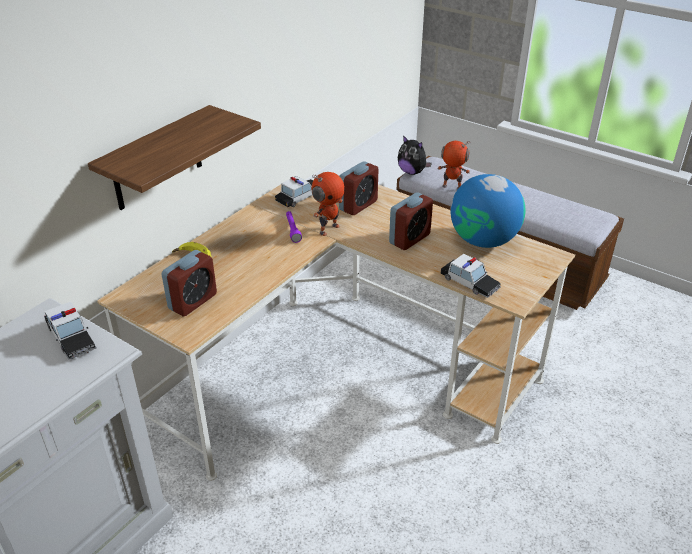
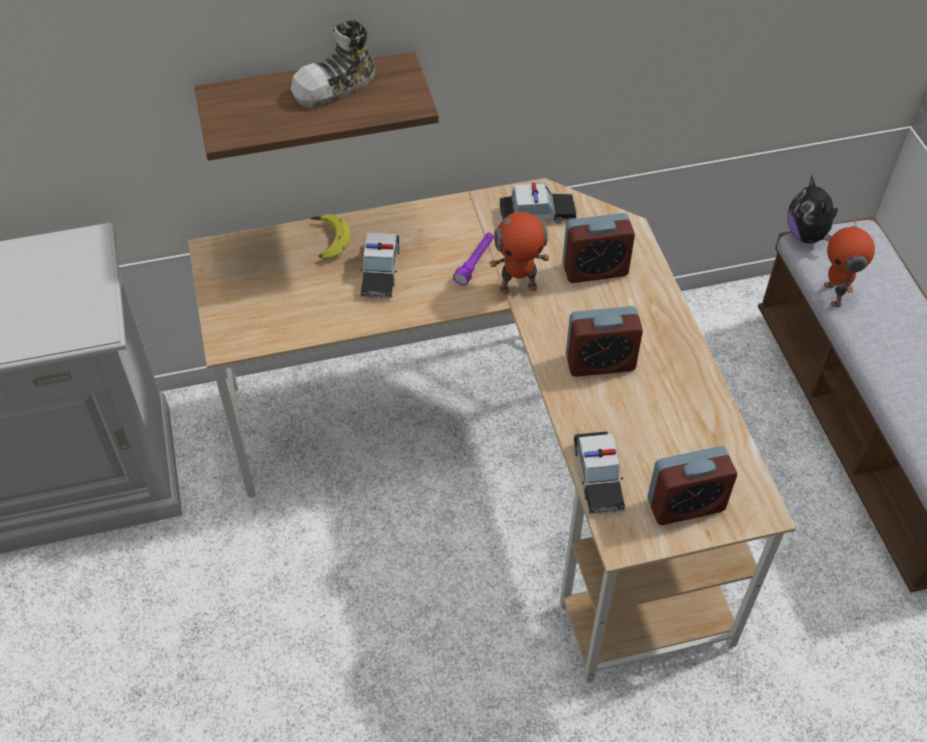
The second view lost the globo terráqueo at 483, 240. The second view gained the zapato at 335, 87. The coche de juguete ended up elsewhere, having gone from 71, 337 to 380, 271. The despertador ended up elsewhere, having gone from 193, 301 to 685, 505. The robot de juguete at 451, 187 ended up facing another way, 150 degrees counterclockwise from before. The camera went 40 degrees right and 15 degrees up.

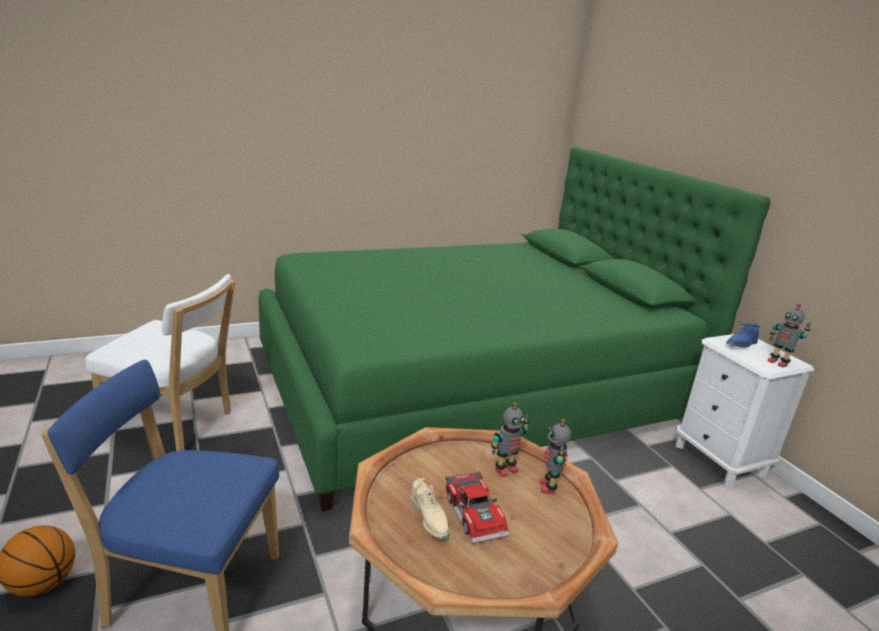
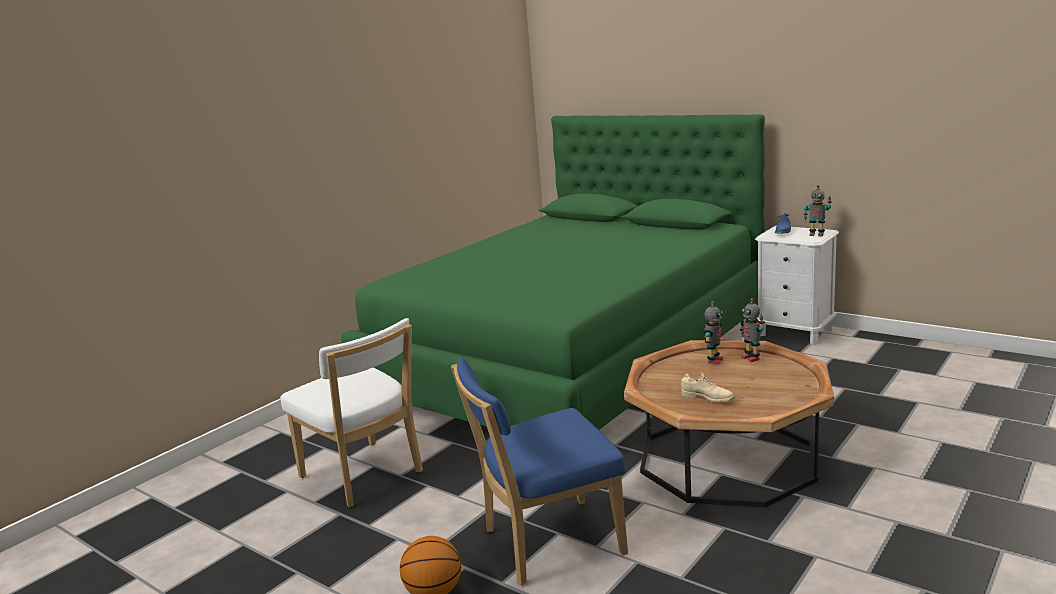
The second view lost the coche de juguete at 477, 514. The silla [blanco] at 174, 425 ended up facing another way, 60 degrees clockwise from before. The camera went 25 degrees left and 5 degrees down.

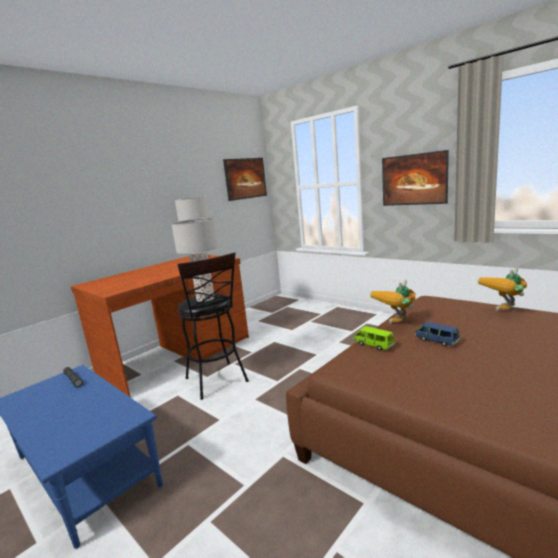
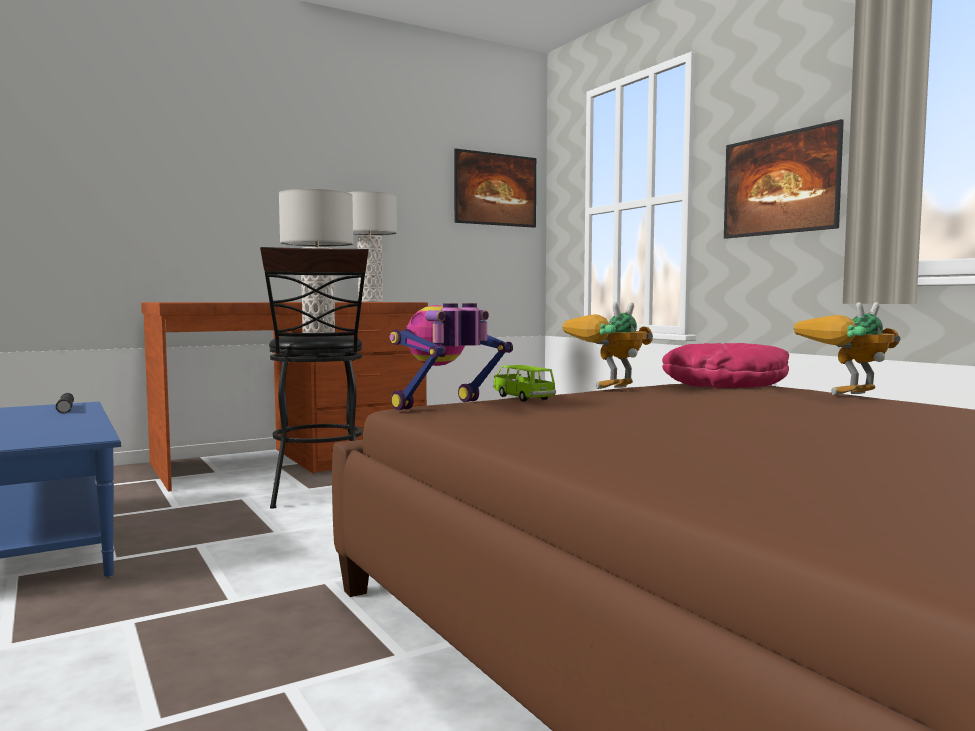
The second view lost the coche de juguete [azul] at 436, 341. The second view gained the robot de juguete at 445, 407. The second view gained the cojín [rosa] at 726, 385. The camera went 15 degrees right and 10 degrees down.

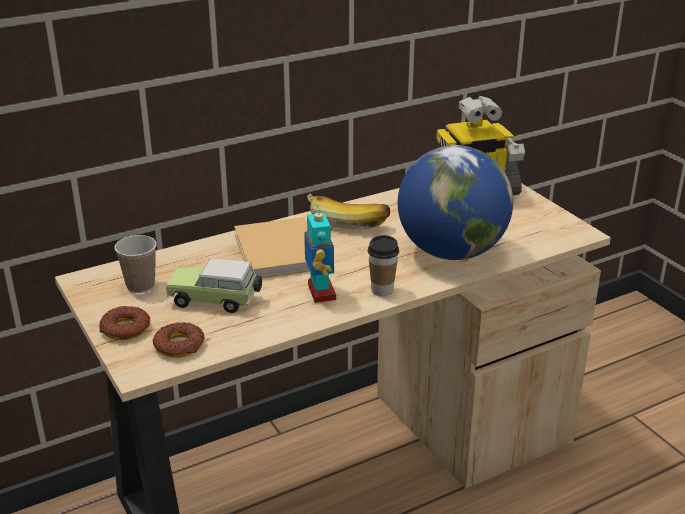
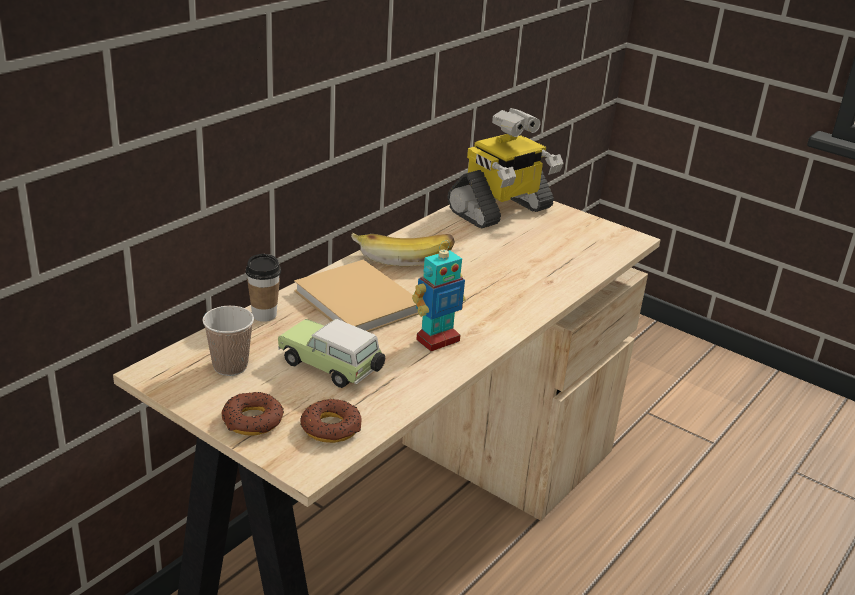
The second view lost the globo terráqueo at 451, 252. The taza ended up elsewhere, having gone from 382, 290 to 264, 315. The coche de juguete at 216, 301 ended up facing another way, 45 degrees clockwise from before. The robot de juguete at 320, 293 ended up facing another way, 90 degrees clockwise from before. The camera went 25 degrees left and 0 degrees up.

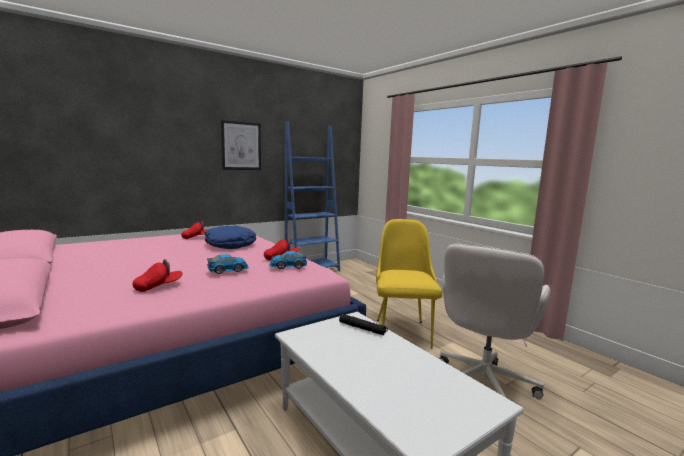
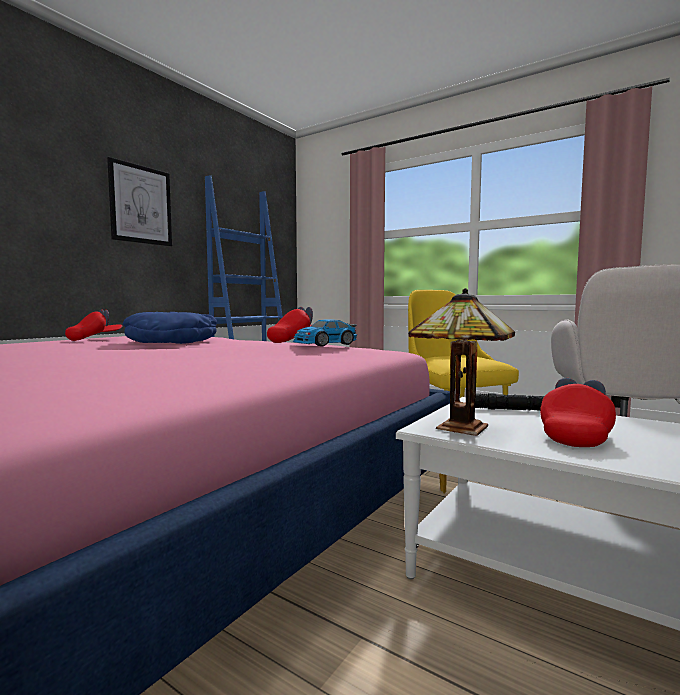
The second view lost the coche de juguete at 228, 270. The second view gained the lámpara de mesa at 457, 428. The gorra [rojo] ended up elsewhere, having gone from 158, 287 to 575, 435. The camera went 20 degrees left and 5 degrees down.

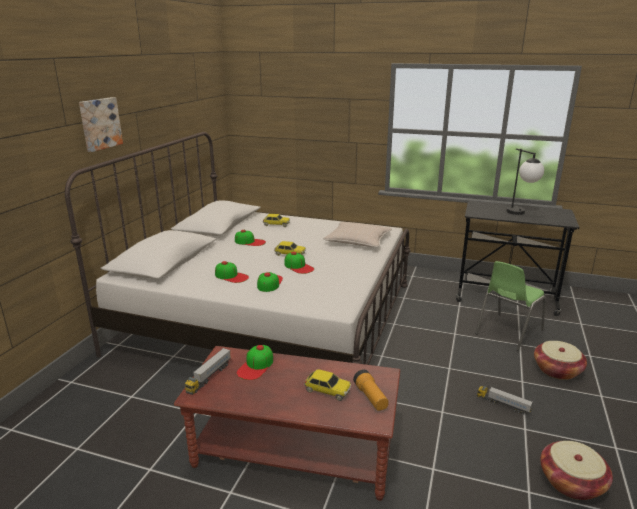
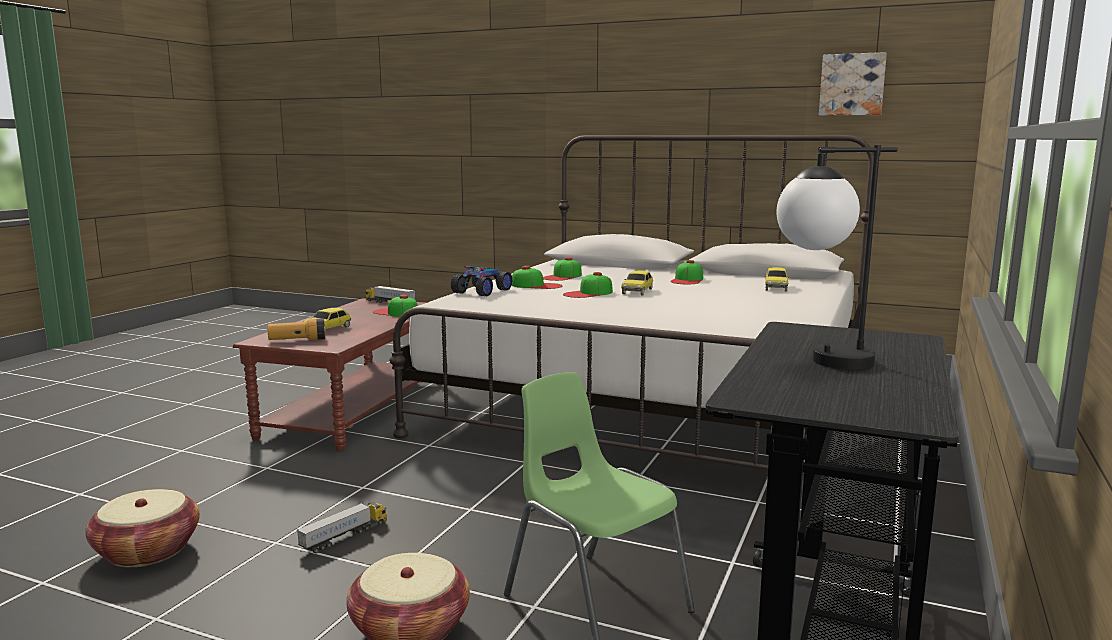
The second view lost the cojín [beis] at 358, 240. The second view gained the coche de juguete at 483, 291. The cuadro ended up elsewhere, having gone from 99, 123 to 852, 85. The camera went 95 degrees right and 10 degrees down.

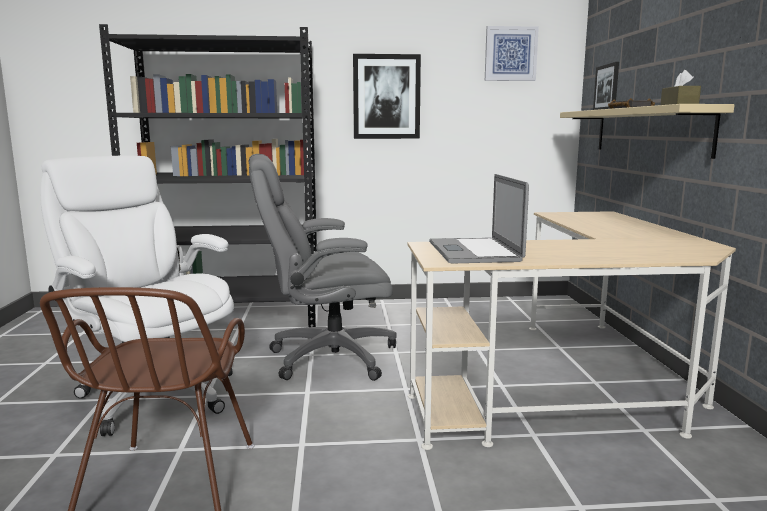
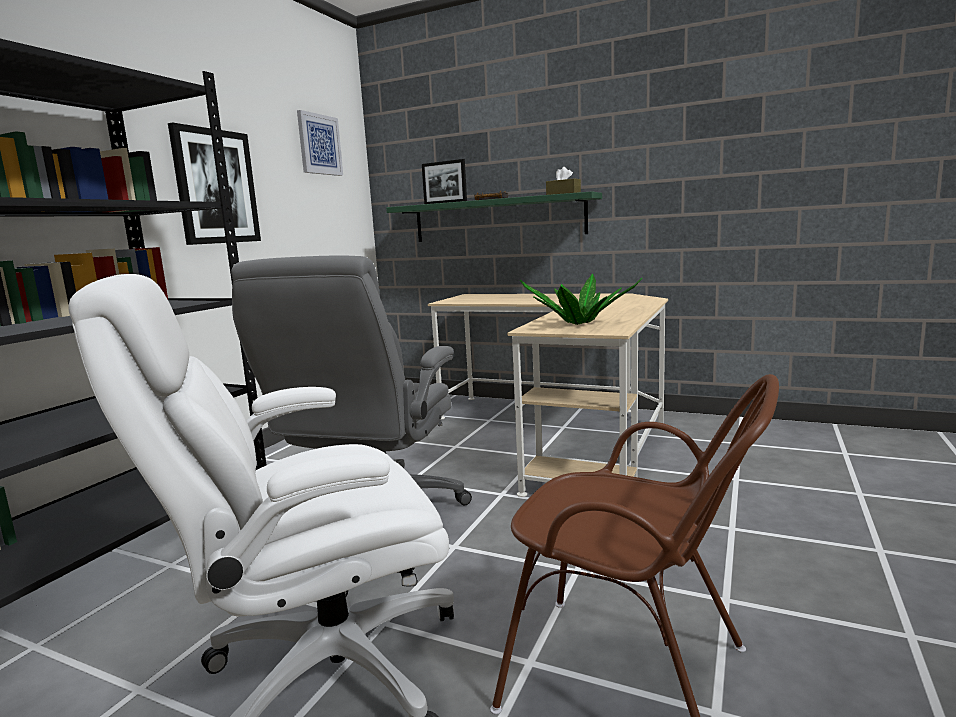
Where the portátil stood at 473, 251, the planta en maceta came to stand at 579, 323. What was the estante [beis] at 649, 131 turned into the estante [verde] at 497, 219. The camera went 60 degrees left and 0 degrees up.

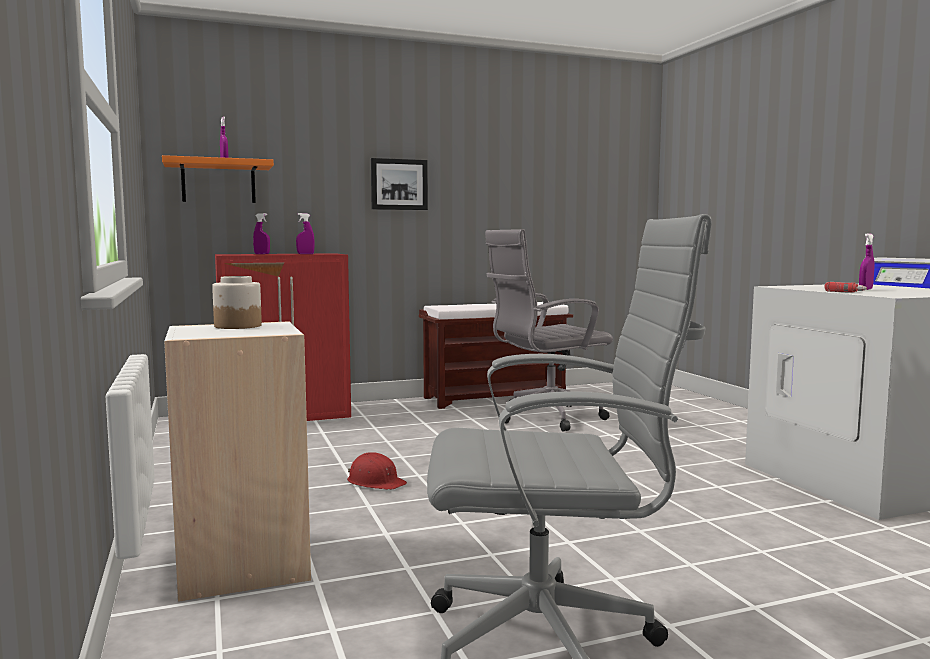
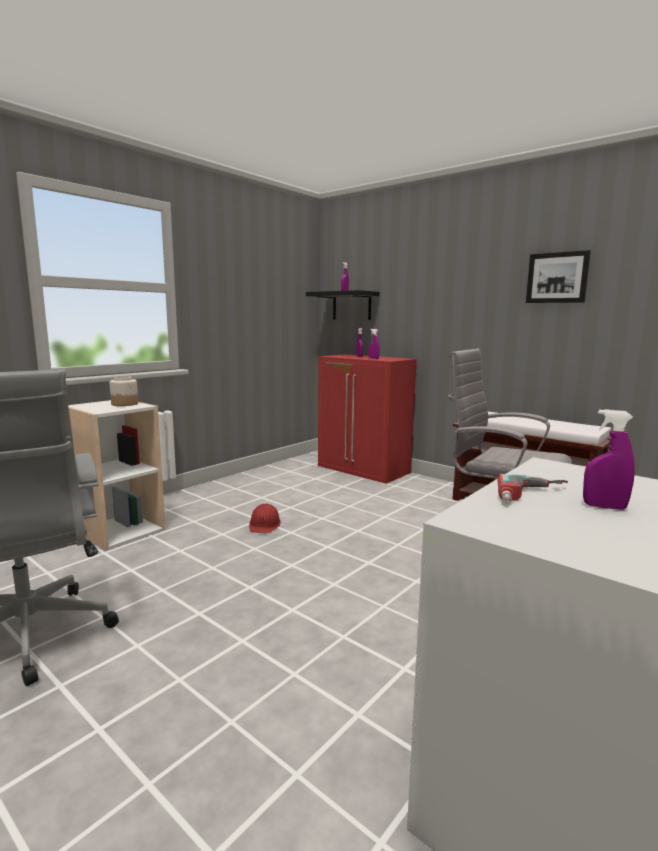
The cuadro ended up elsewhere, having gone from 399, 184 to 557, 278. What was the estante [naranja] at 218, 182 turned into the estante [negro] at 351, 306. The camera went 60 degrees right and 5 degrees up.

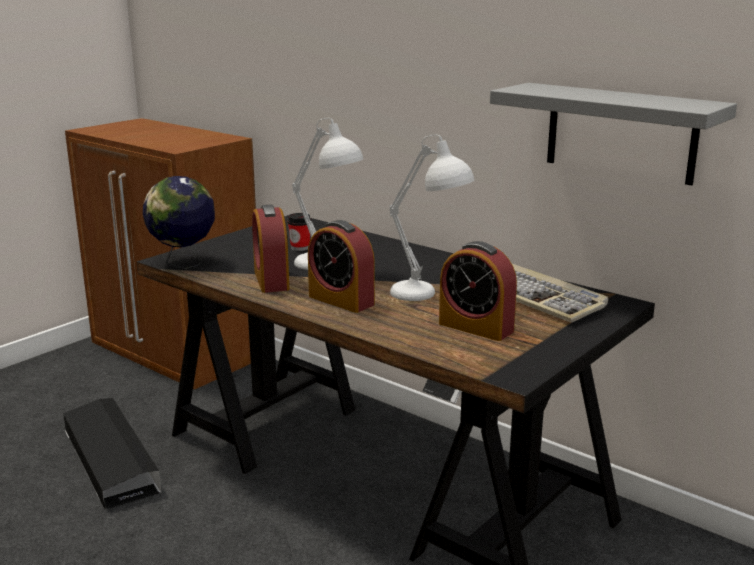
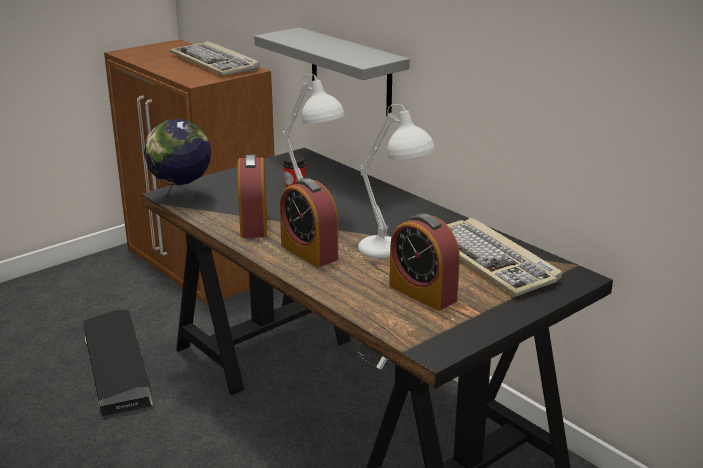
The second view gained the teclado at 215, 63. The estante [gris] ended up elsewhere, having gone from 620, 133 to 351, 72. The camera went 10 degrees right and 5 degrees up.

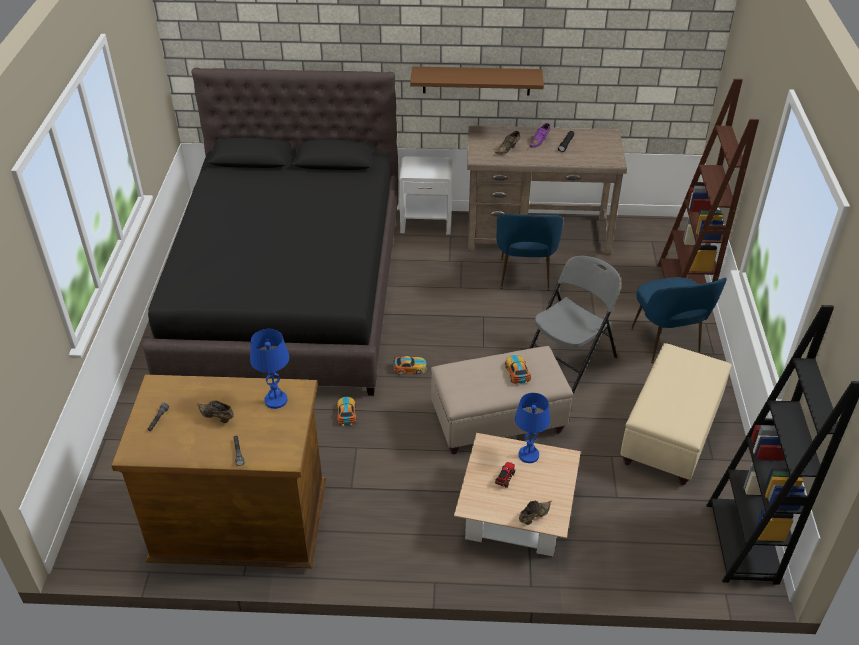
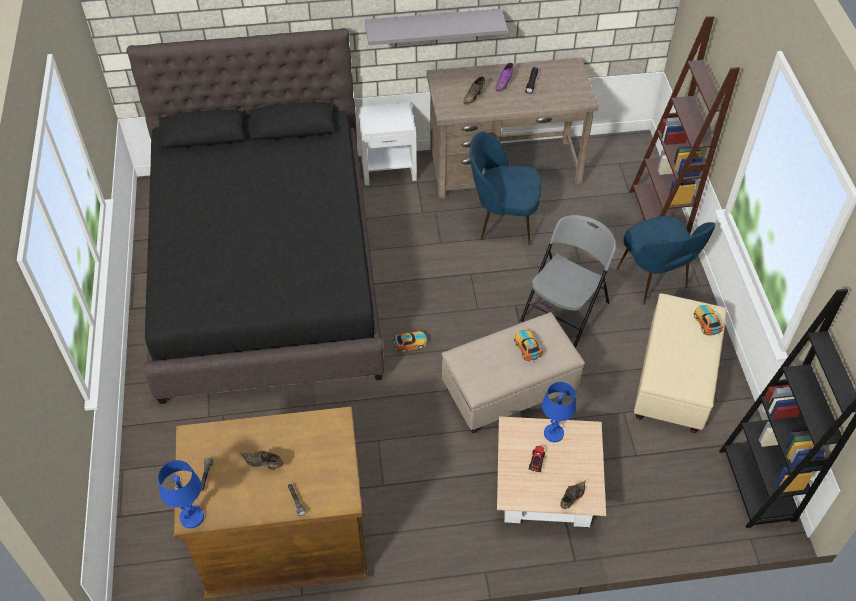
The lámpara de mesa [azul] ended up elsewhere, having gone from 276, 400 to 192, 517. The coche de juguete ended up elsewhere, having gone from 346, 413 to 707, 322. What was the estante [marrón] at 476, 80 turned into the estante [gris] at 433, 26. The silla [azul] at 524, 278 ended up facing another way, 105 degrees clockwise from before. The camera went 10 degrees left and 10 degrees up.

